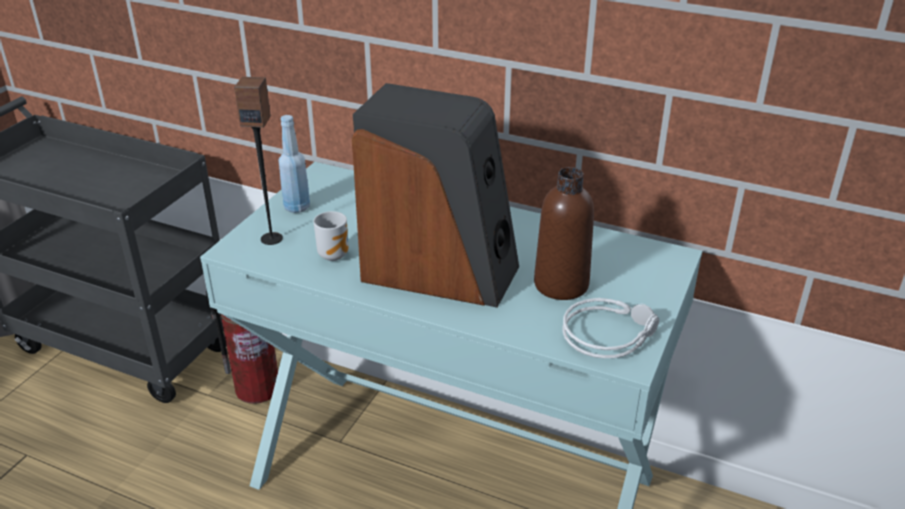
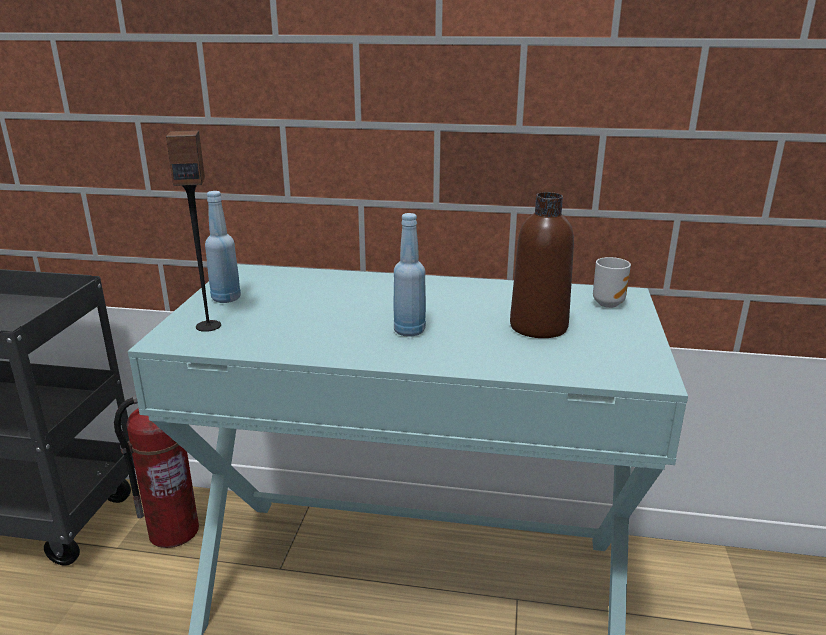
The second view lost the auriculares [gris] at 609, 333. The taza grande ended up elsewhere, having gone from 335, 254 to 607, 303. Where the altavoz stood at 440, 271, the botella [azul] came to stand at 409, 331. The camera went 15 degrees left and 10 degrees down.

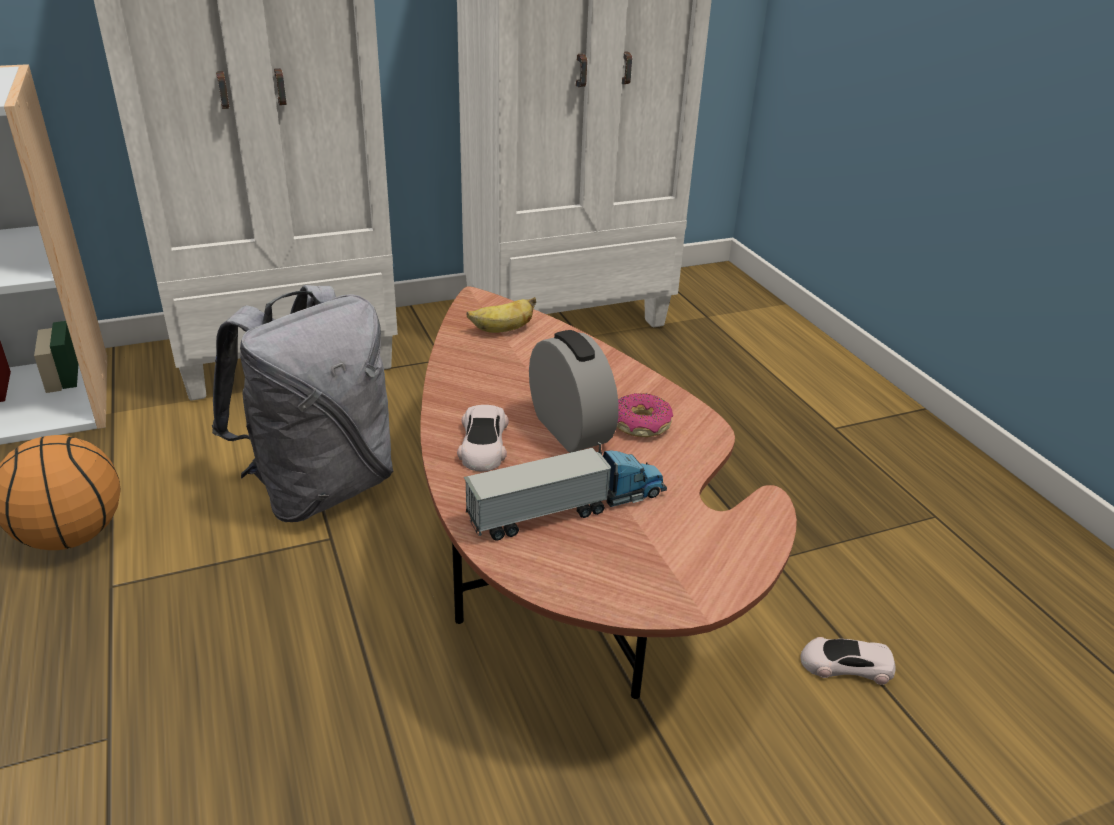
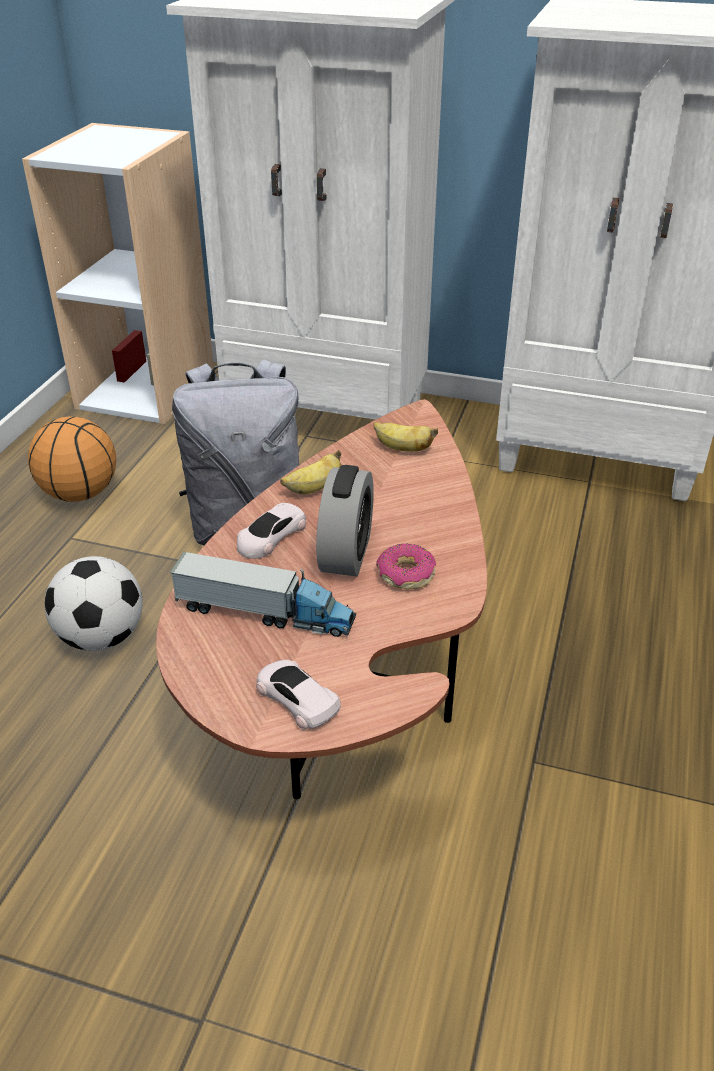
The second view gained the balón de fútbol at 101, 637. The second view gained the plátano at 314, 488. The coche de juguete [blanco] ended up elsewhere, having gone from 846, 665 to 296, 698. The camera went 40 degrees right and 5 degrees up.

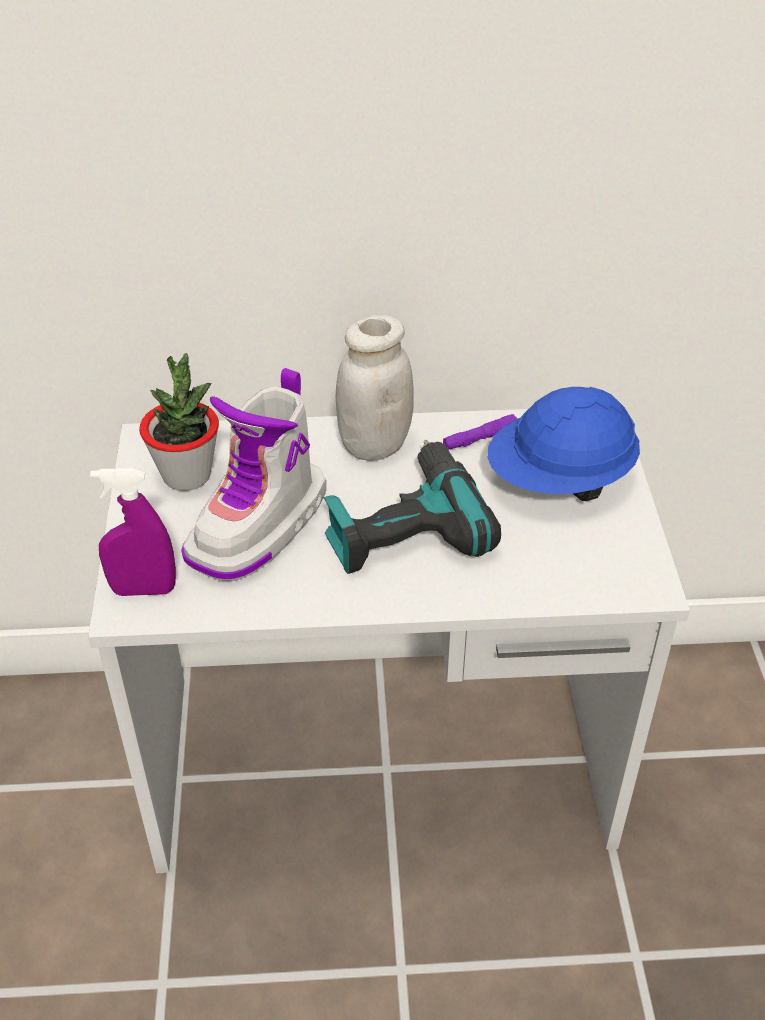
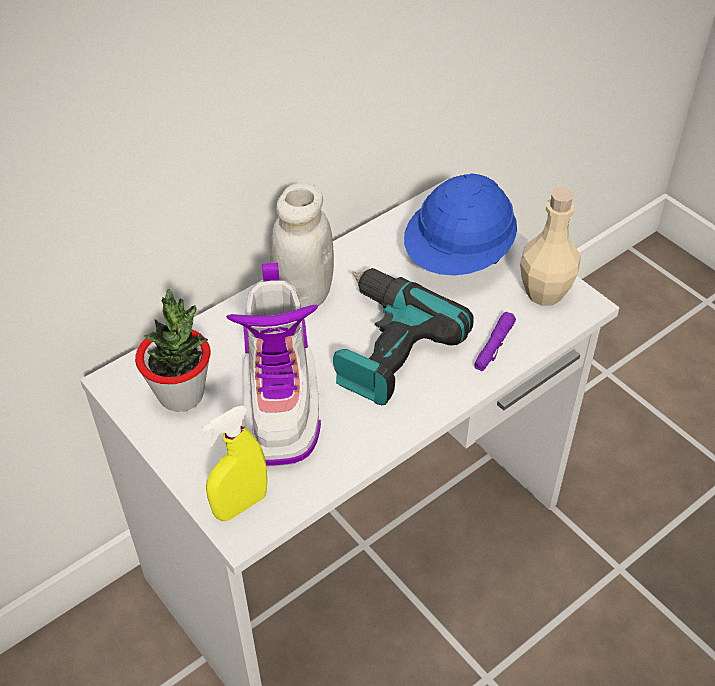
The second view gained the botella [beis] at 544, 293. The linterna [morado] ended up elsewhere, having gone from 480, 439 to 494, 346. What was the pulverizador [morado] at 143, 590 turned into the pulverizador [amarillo] at 241, 505. The camera went 35 degrees left and 5 degrees up.

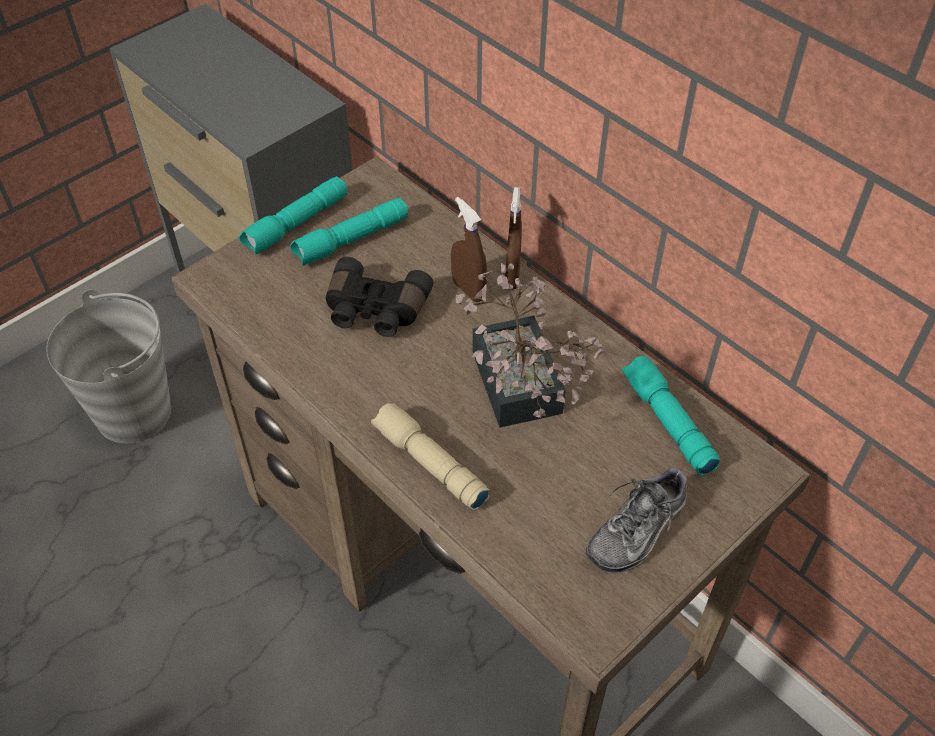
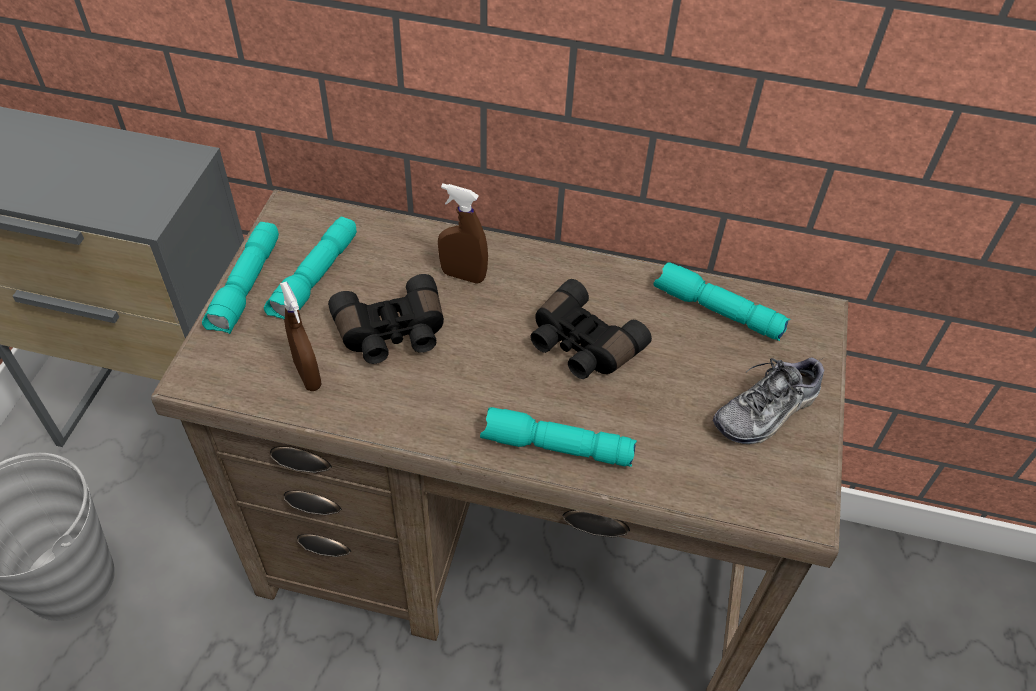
The pulverizador [marrón] ended up elsewhere, having gone from 512, 276 to 308, 375. Where the planta en maceta stood at 519, 393, the prismáticos [negro] came to stand at 581, 345. What was the linterna [beis] at 428, 464 turned into the linterna [turquesa] at 555, 447. The zapato at 637, 530 ended up facing another way, 45 degrees clockwise from before. The camera went 35 degrees left and 0 degrees up.

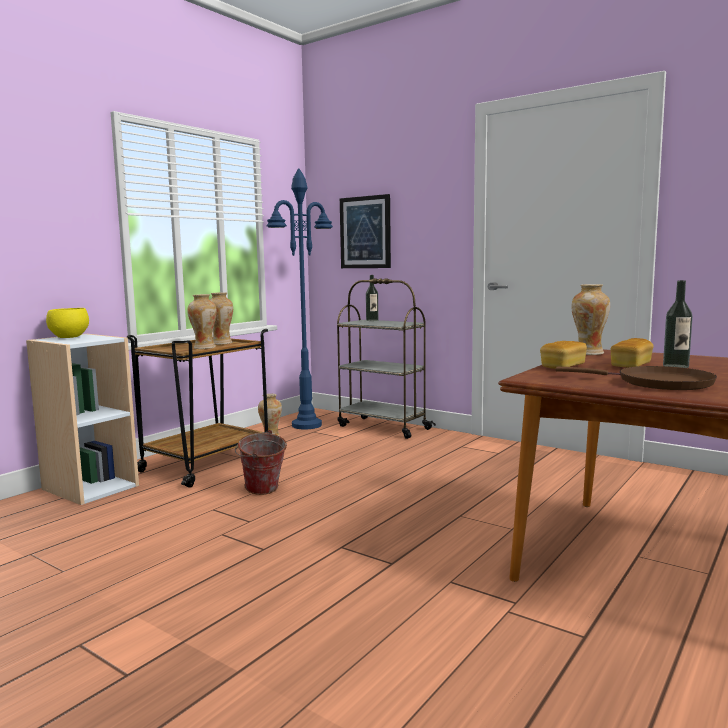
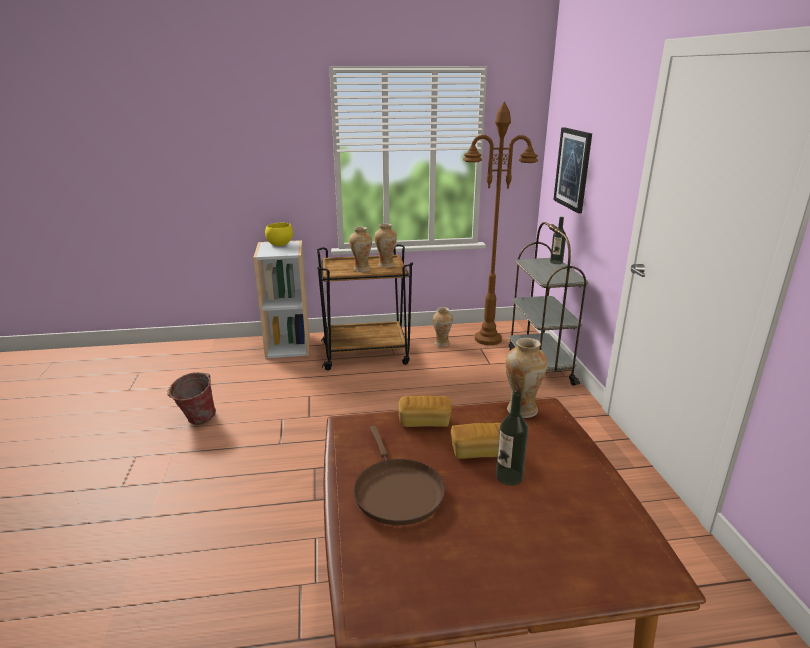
The cubo ended up elsewhere, having gone from 262, 492 to 196, 420. What was the lámpara de pie [azul] at 307, 425 turned into the lámpara de pie [marrón] at 488, 339. The camera went 45 degrees right and 15 degrees up.

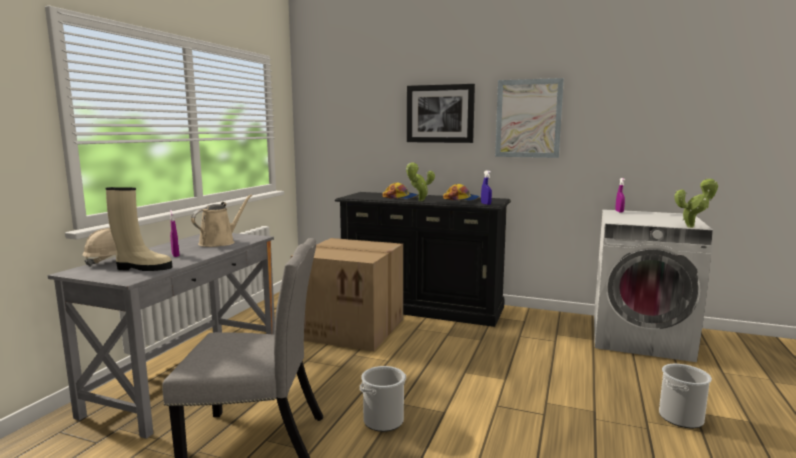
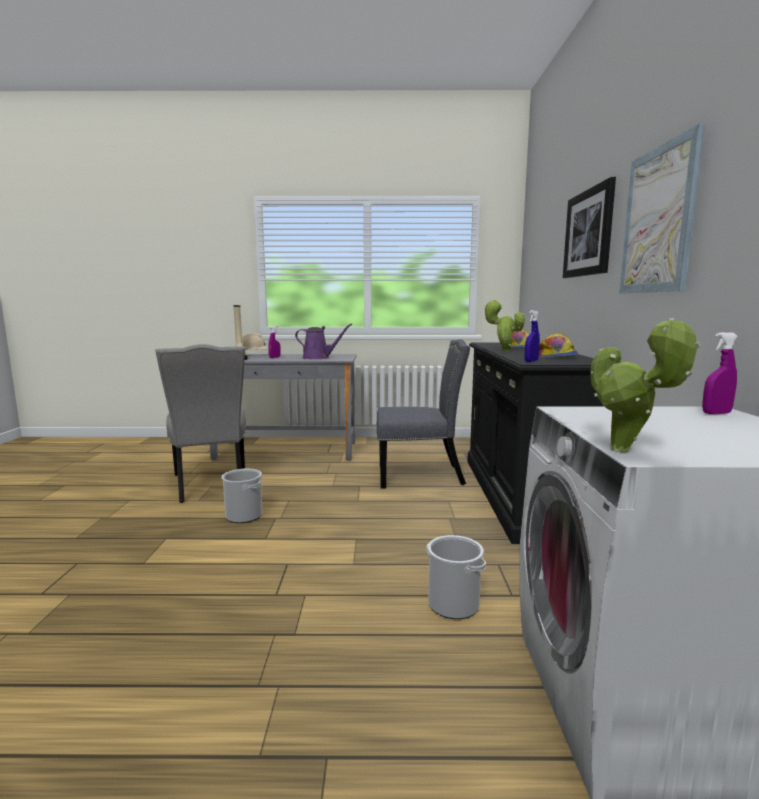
The cubo ended up elsewhere, having gone from 681, 417 to 453, 604. Where the caja de cartón stood at 353, 328, the silla [gris] came to stand at 418, 475. What was the regadera [beis] at 220, 242 turned into the regadera [morado] at 318, 357. The camera went 70 degrees right and 0 degrees up.

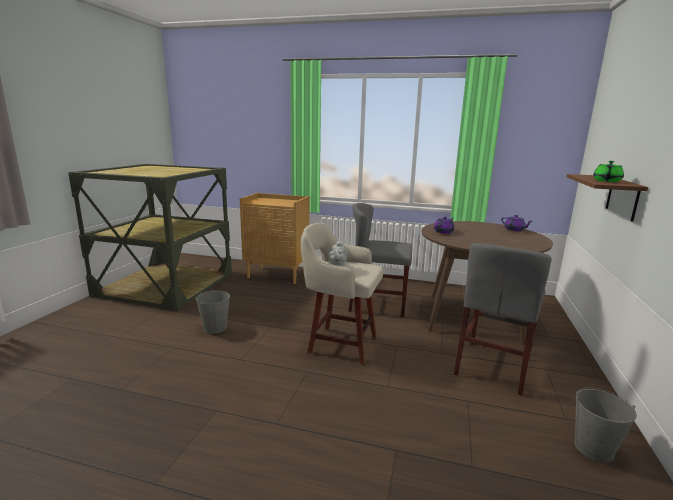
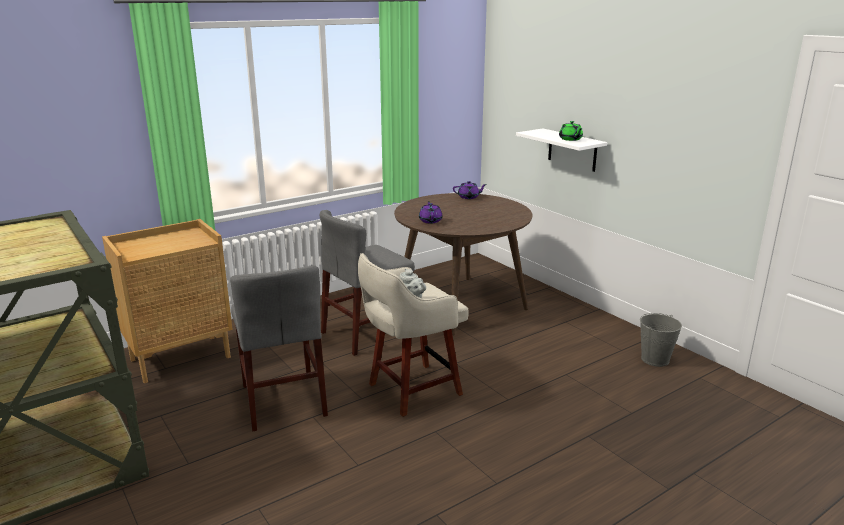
The second view lost the cubo [gris] at 215, 328. The silla [gris] ended up elsewhere, having gone from 493, 366 to 283, 400. What was the estante [marrón] at 622, 197 turned into the estante [blanco] at 572, 150. The camera went 50 degrees left and 5 degrees up.

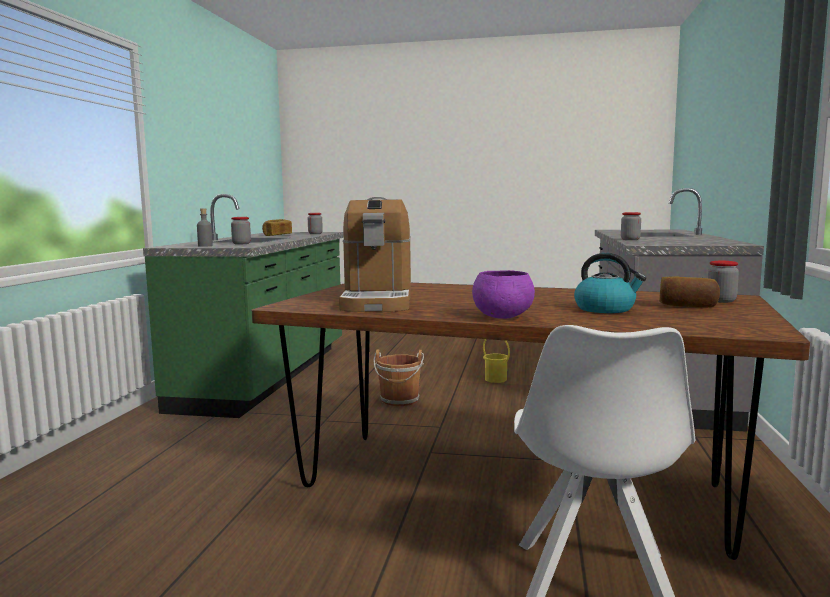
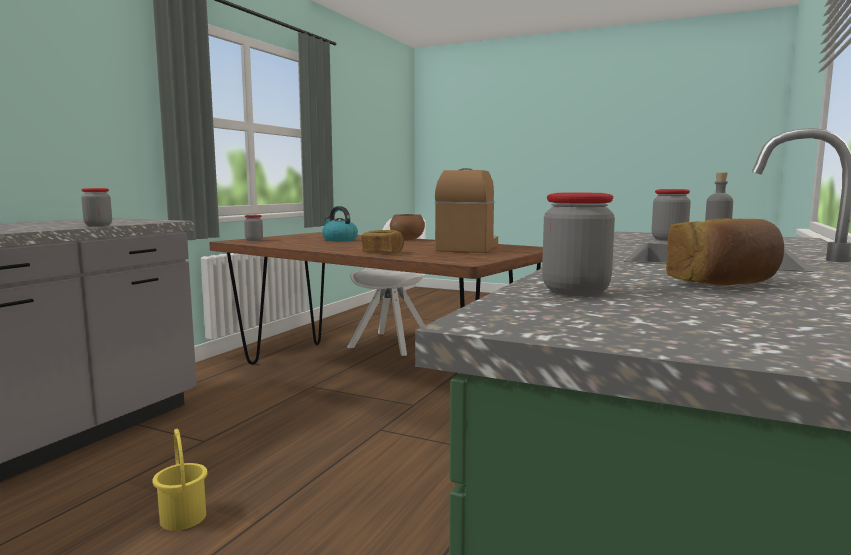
The second view lost the cubo [marrón] at 400, 401. The pan ended up elsewhere, having gone from 687, 306 to 382, 252. What was the cuenco [morado] at 502, 317 turned into the cuenco [marrón] at 407, 239. The camera went 165 degrees left and 0 degrees up.

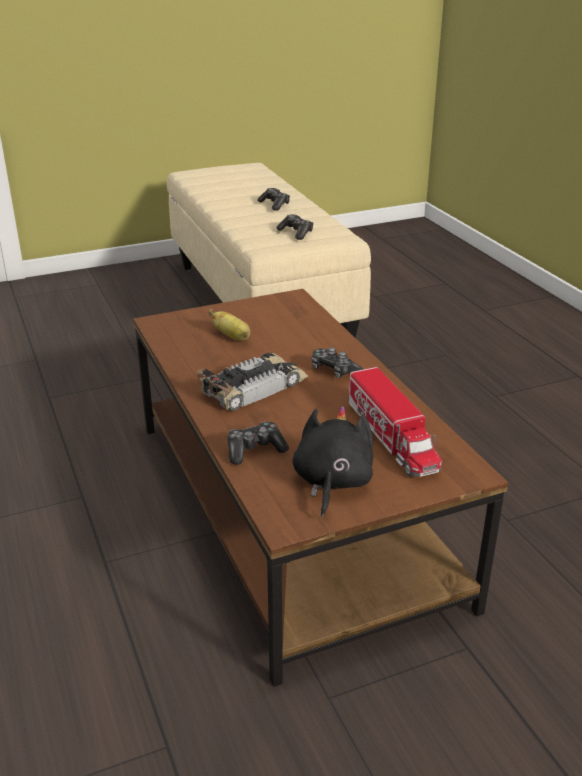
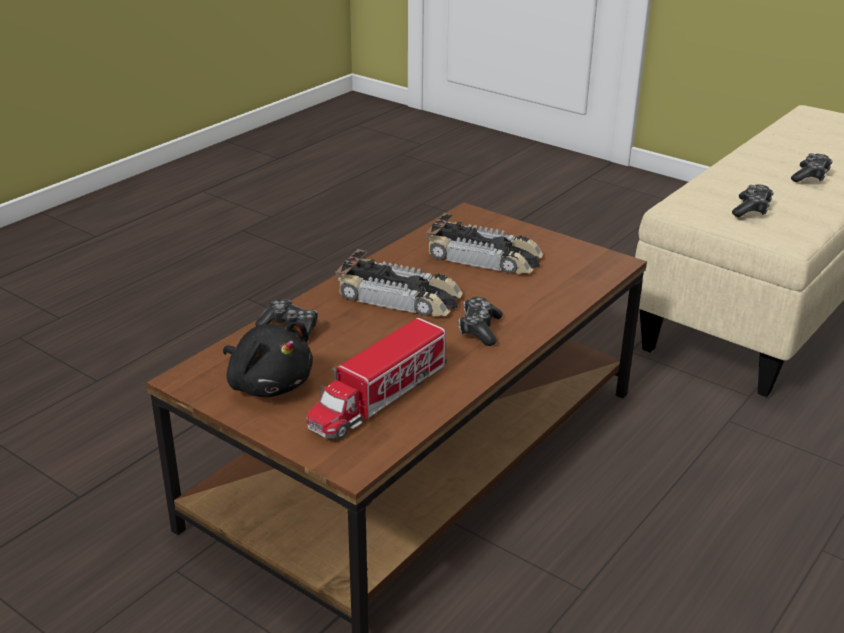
Where the plátano stood at 232, 337, the coche de juguete came to stand at 485, 257. The peluche [negro] at 332, 482 ended up facing another way, 60 degrees clockwise from before. The camera went 60 degrees right and 0 degrees up.

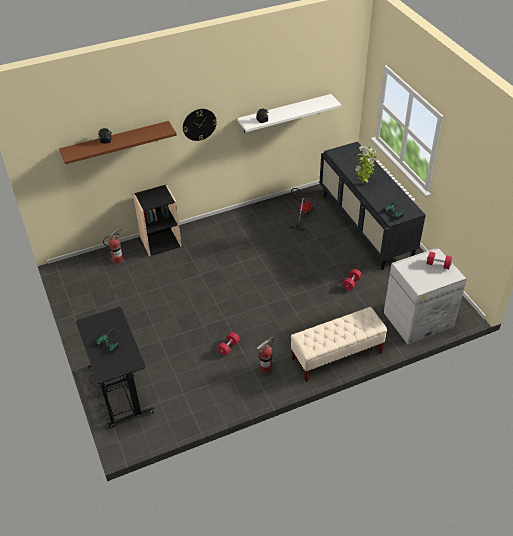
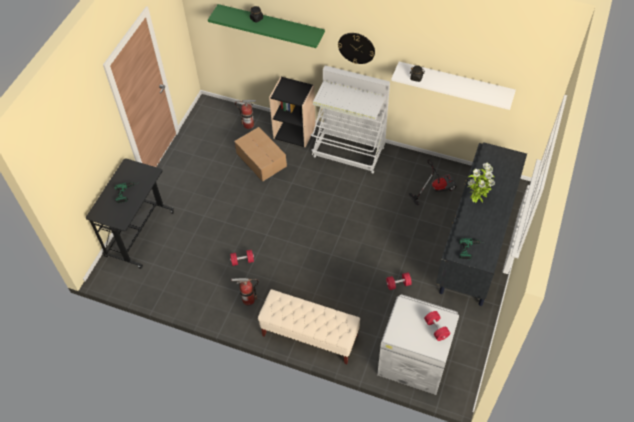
The second view gained the caja de cartón at 261, 159. The second view gained the zapatero [blanco] at 348, 153. What was the estante [marrón] at 116, 142 turned into the estante [verde] at 271, 24. The camera went 45 degrees right and 10 degrees up.

